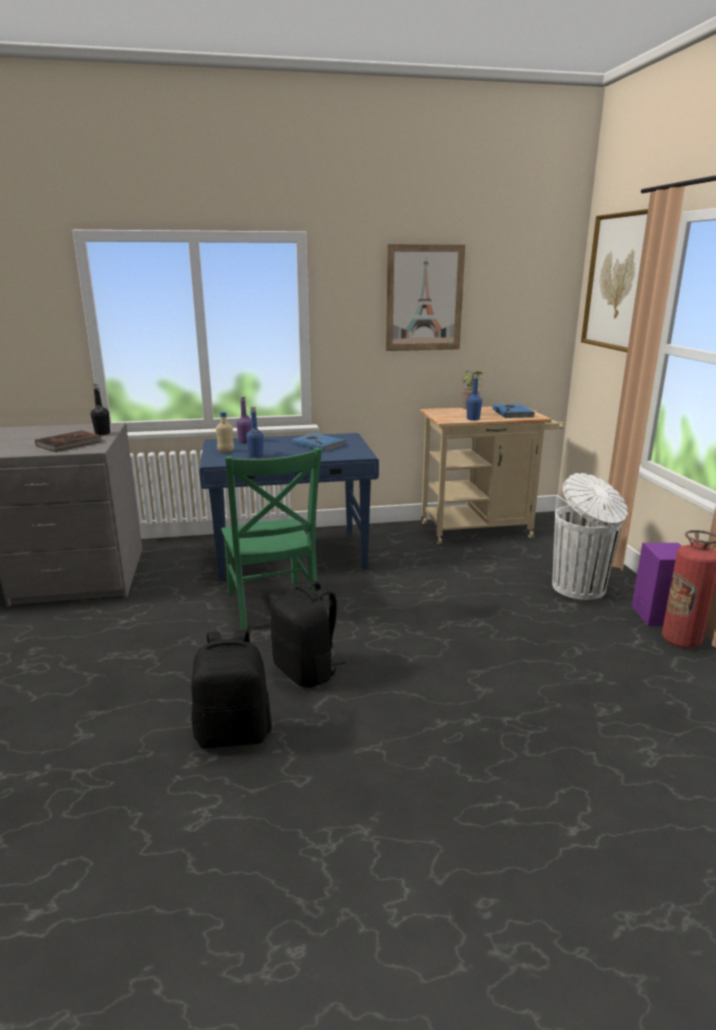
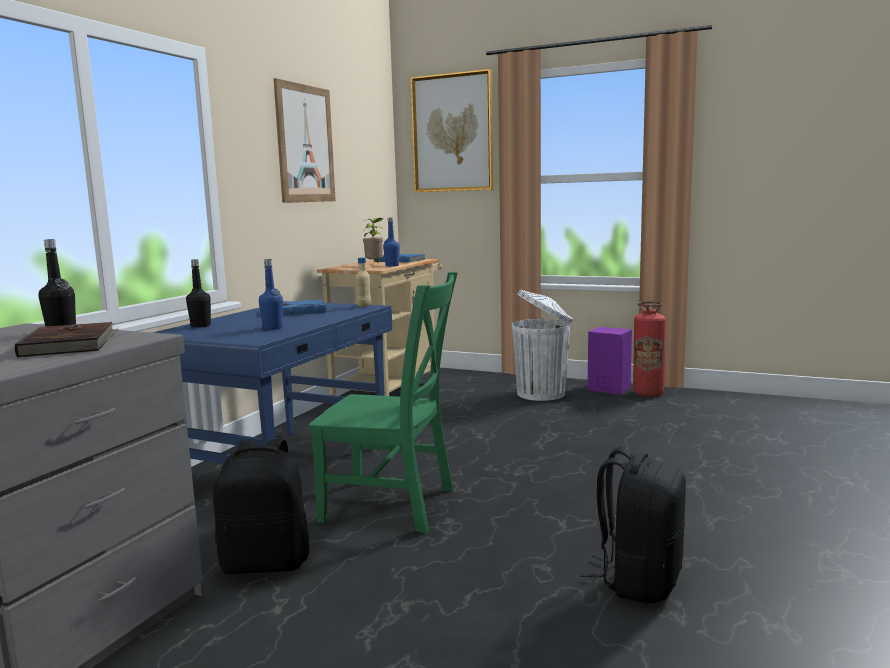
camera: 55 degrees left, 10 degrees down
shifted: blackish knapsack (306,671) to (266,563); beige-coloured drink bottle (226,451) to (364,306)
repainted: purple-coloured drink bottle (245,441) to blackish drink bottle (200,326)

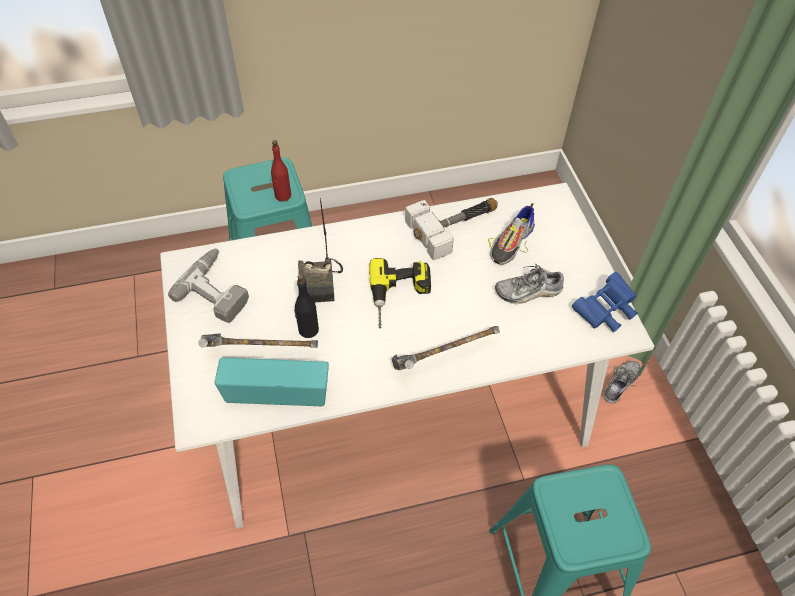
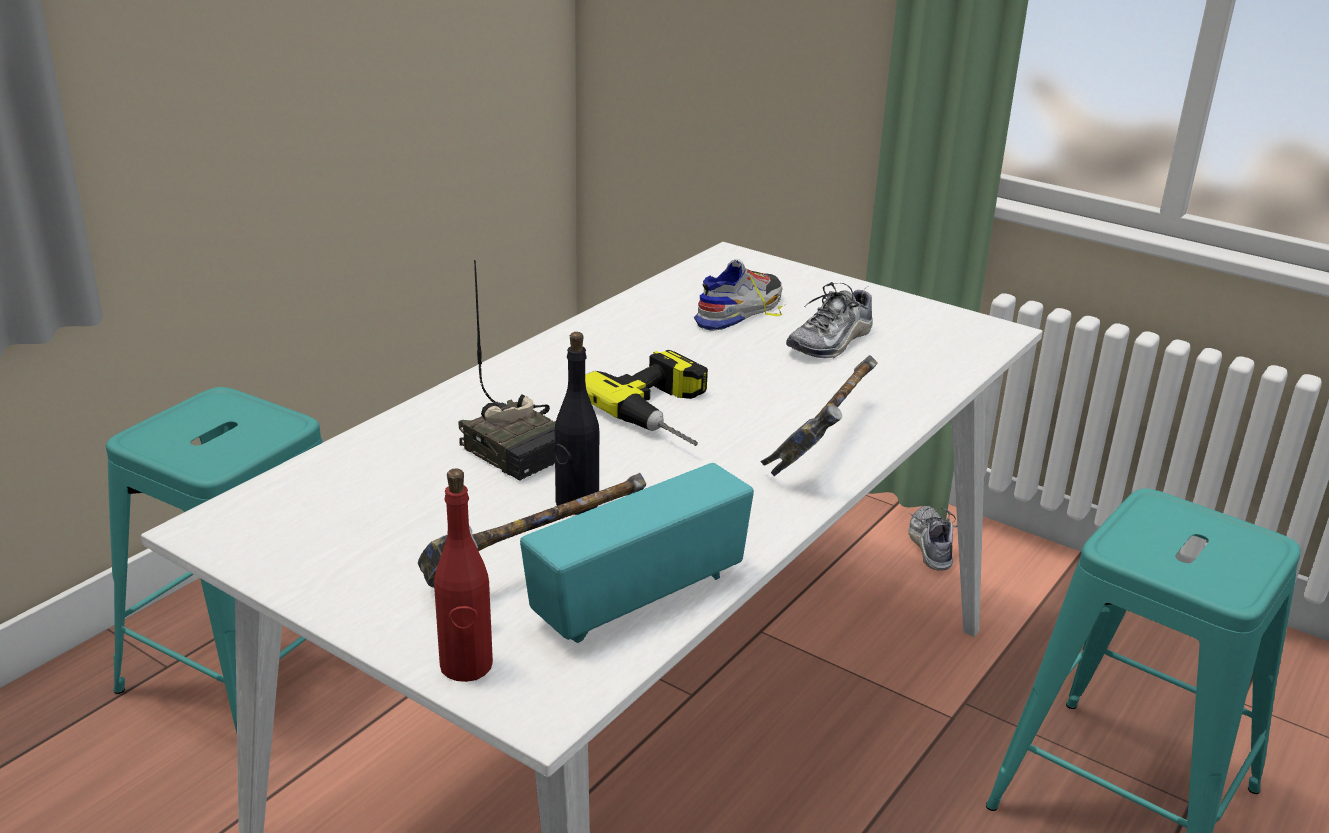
camera: 40 degrees left, 25 degrees down
gone: drill (218,289); tool hammer (455,226); bluish pair of binoculars (605,311)
shifted: red drink bottle (282,196) to (466,666)
rotated: item of footwear (511,243) = (739,310) 135 degrees counterclockwise

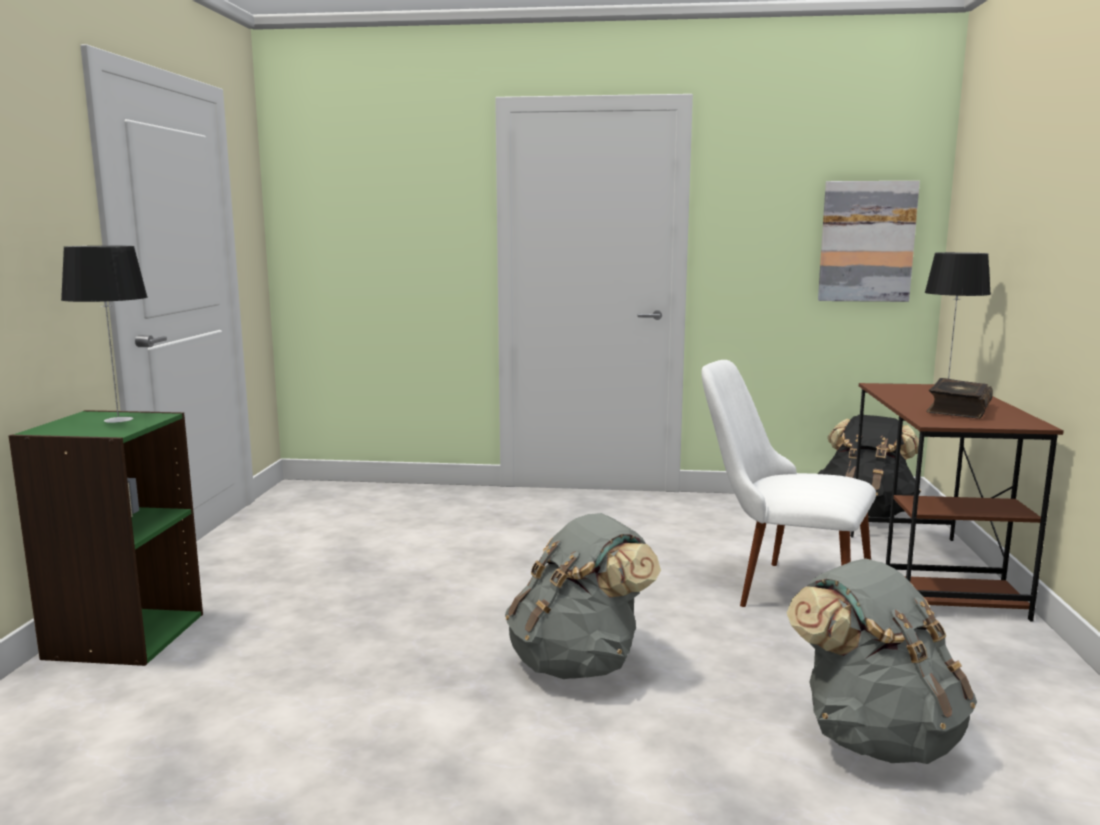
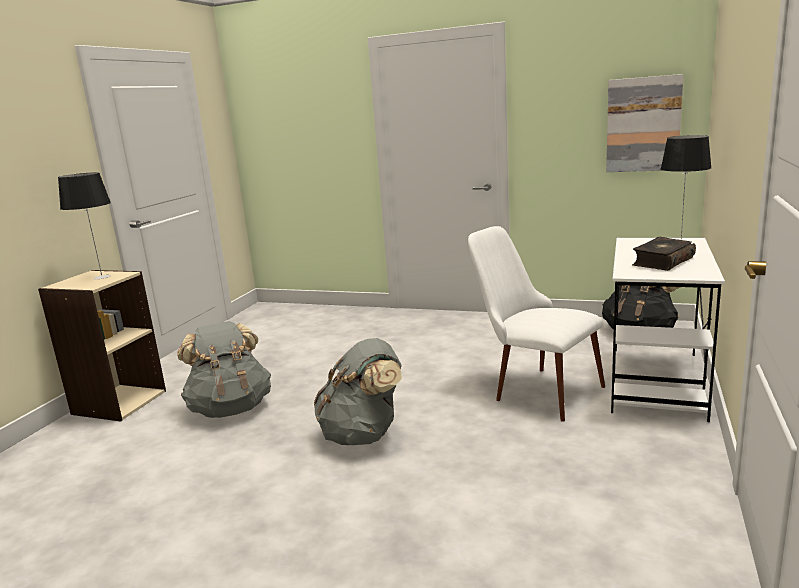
camera: 15 degrees right, 5 degrees up
shifted: grey knapsack (874,737) to (231,408)
repainted: green bookcase (124,635) to beige-coloured bookcase (119,402); brownish desk unit (931,574) to white desk unit (656,381)

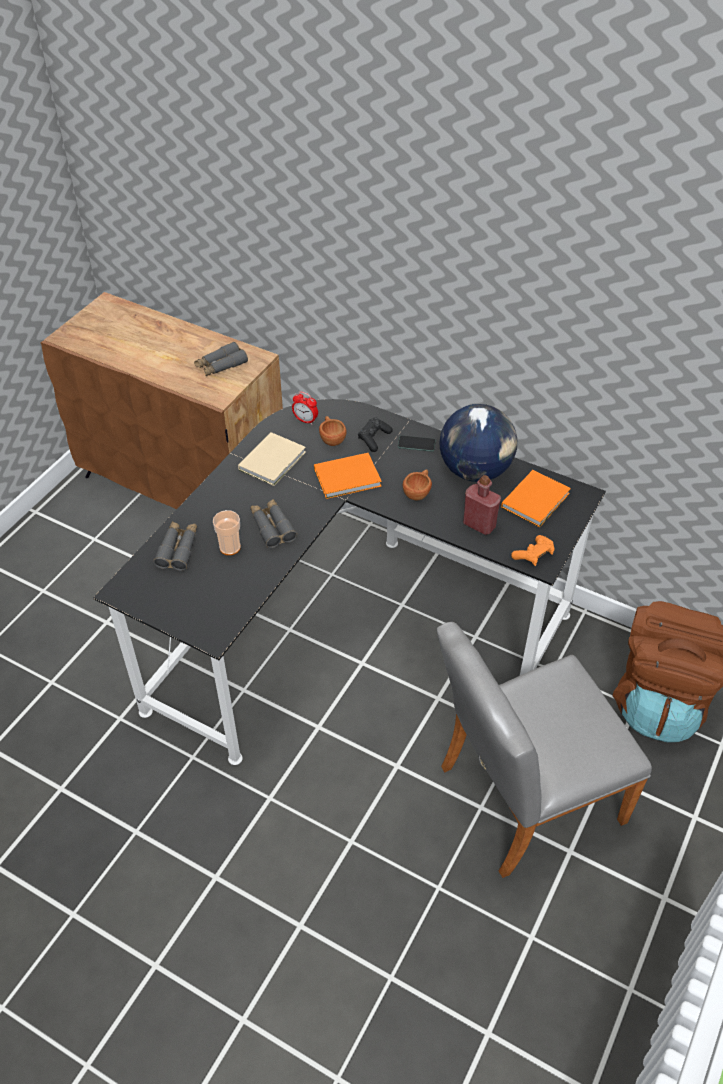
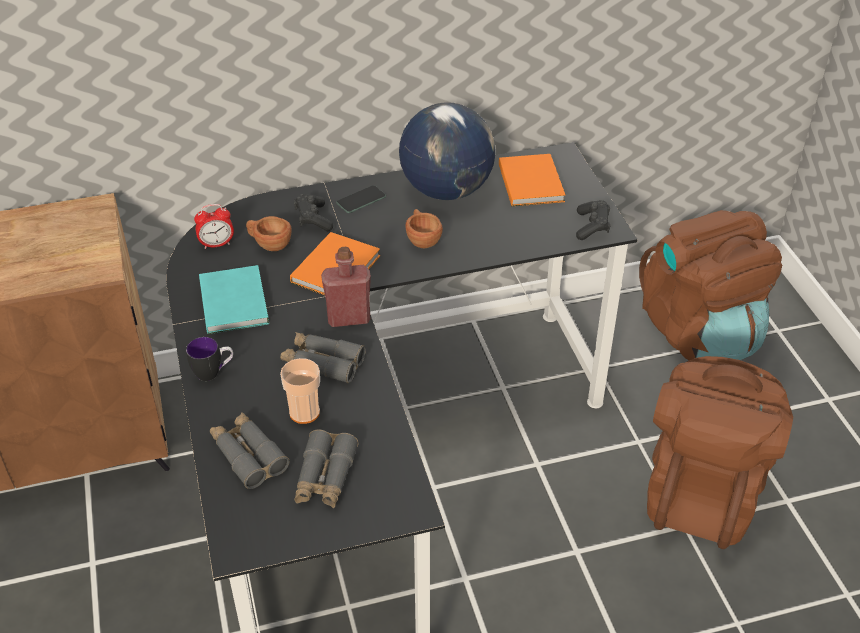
camera: 45 degrees left, 5 degrees down
new: tea mug (213,373)
shifted: grey pair of binoculars (221,365) to (325,477); red drink bottle (479,525) to (348,318)
swapped: grey upright chair (520,798) to brownish knapsack (702,491)
repainted: beige-coloured book (274,460) to blue-green book (235,300); orange gamepad (533,555) to blackish gamepad (592,227)

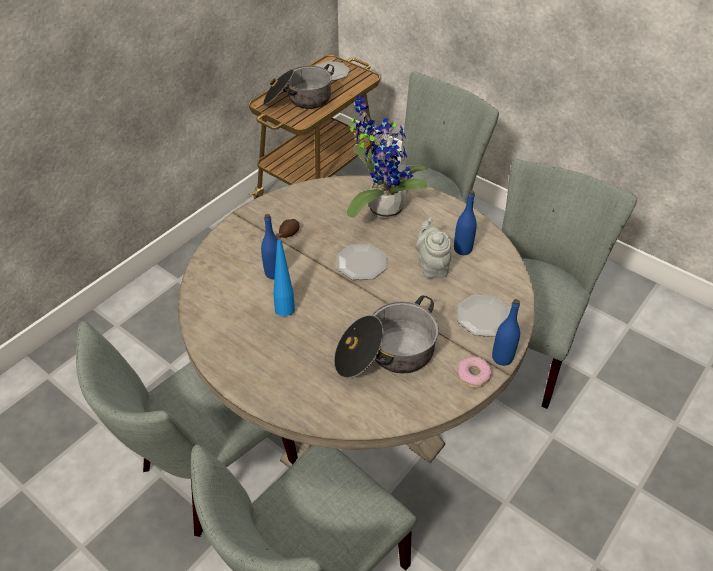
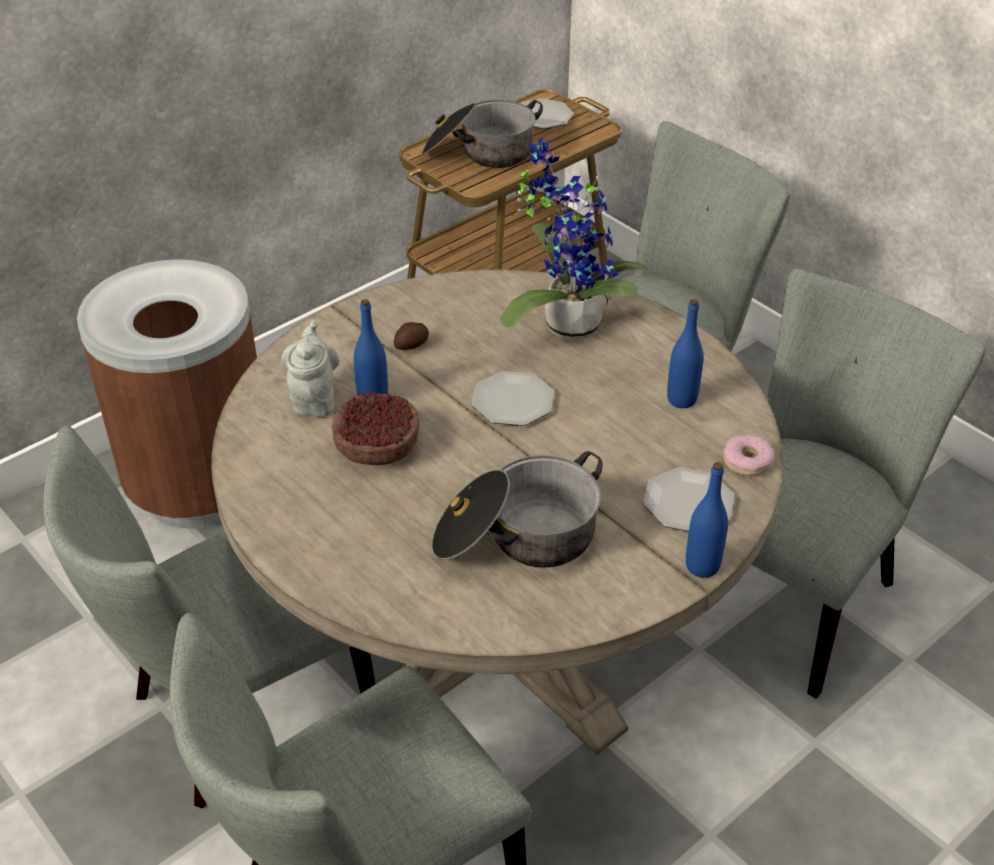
camera: 10 degrees right, 5 degrees down
new: brownish trash can (200,485)
shifted: grey pot for tea (432,266) to (314,399); donut (473,375) to (747,461)
swapped: bluish drink bottle (285,304) to serving bowl (378,446)

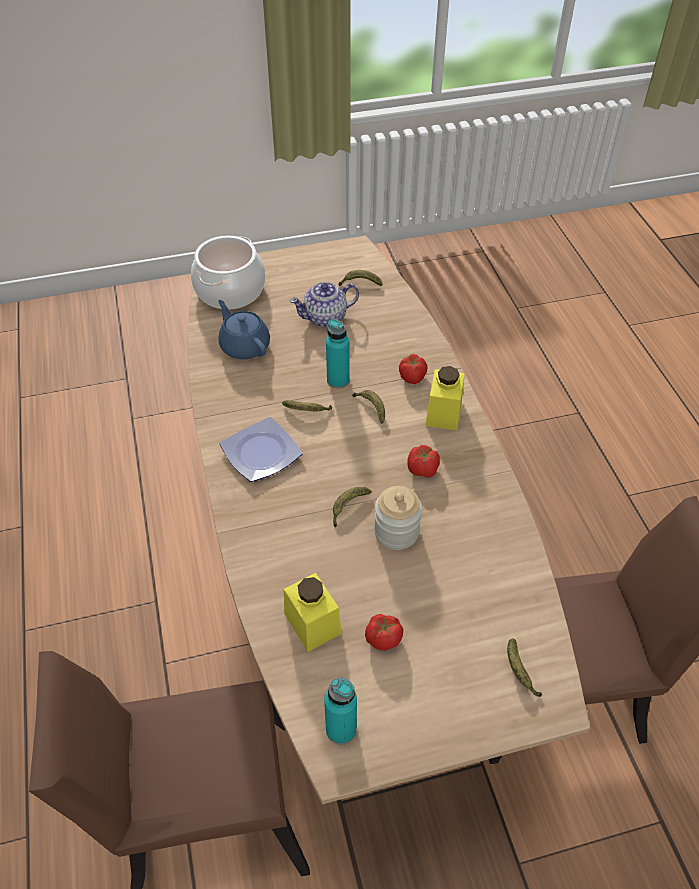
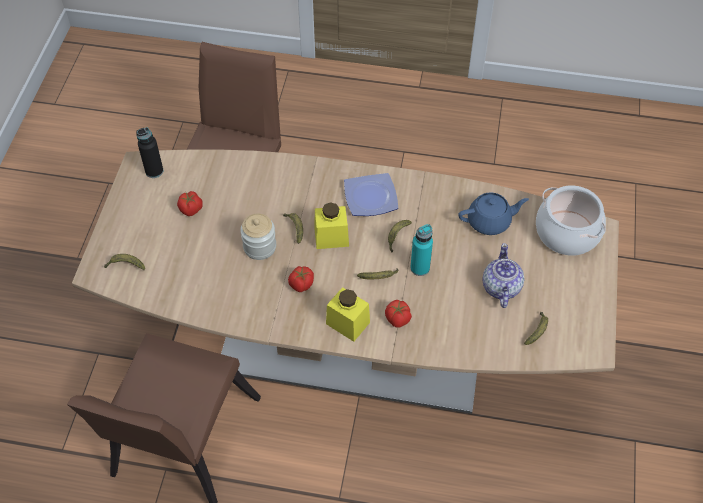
camera: 115 degrees right, 5 degrees up
shifted: yellow-coloured storage jar (312,623) to (331,237)
repainted: blue-green drink bottle (341,729) to blackish drink bottle (154,171)

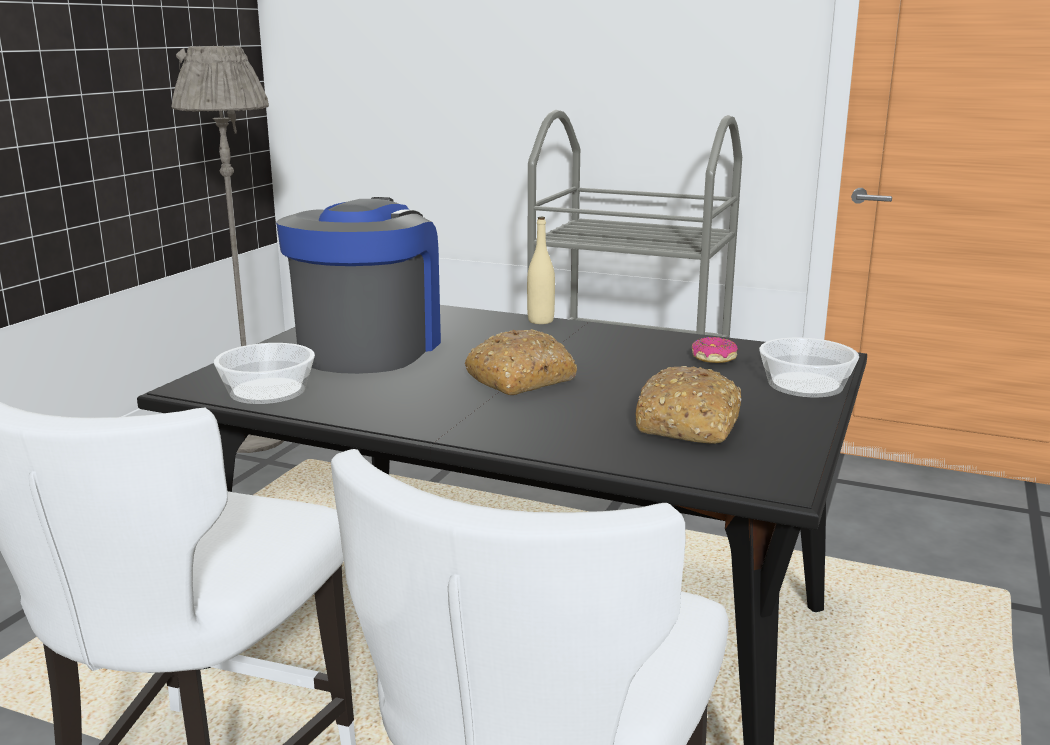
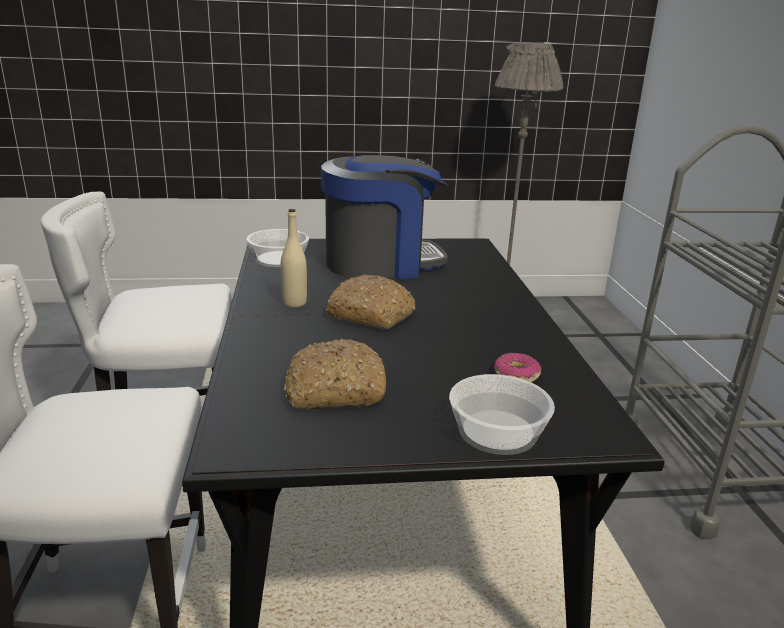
camera: 60 degrees right, 5 degrees up
shifted: beige-coloured drink bottle (540,321) to (294,303)

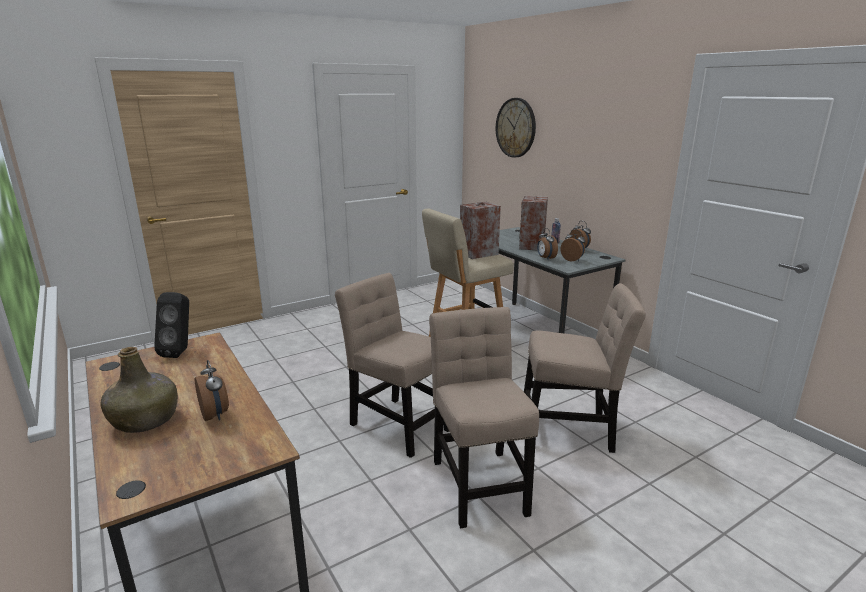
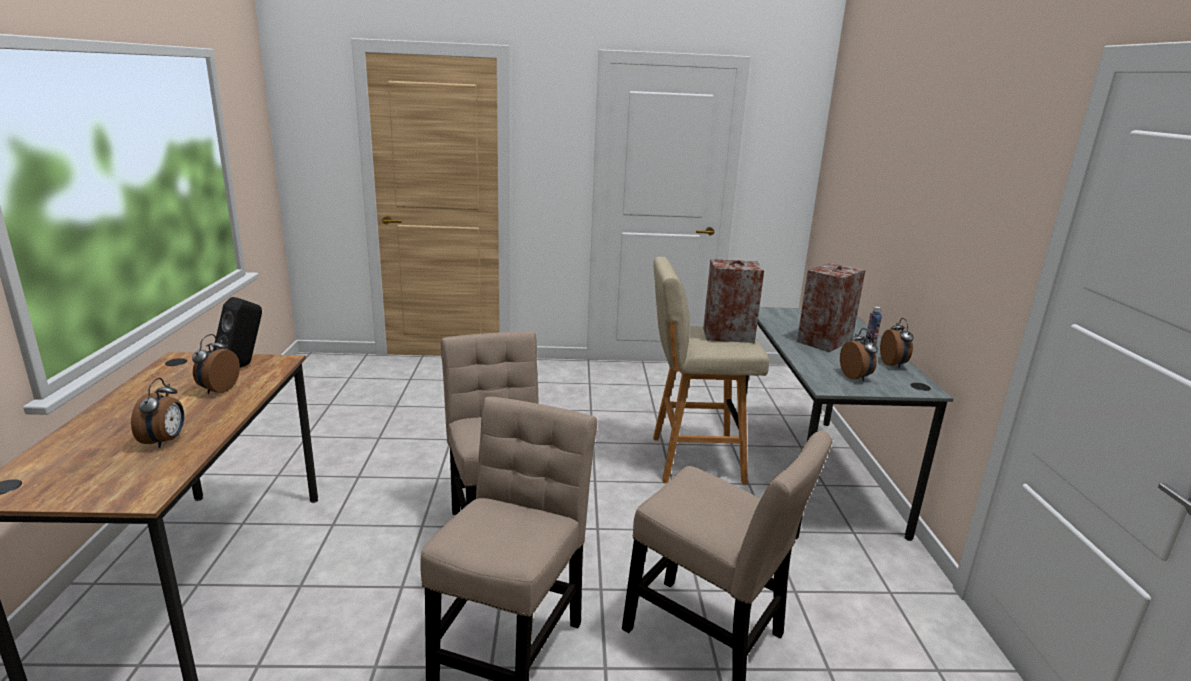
camera: 30 degrees right, 0 degrees up
gone: green drink bottle (145,419); wall clock (516,128)
shifted: alarm clock (545,258) to (218,389)

